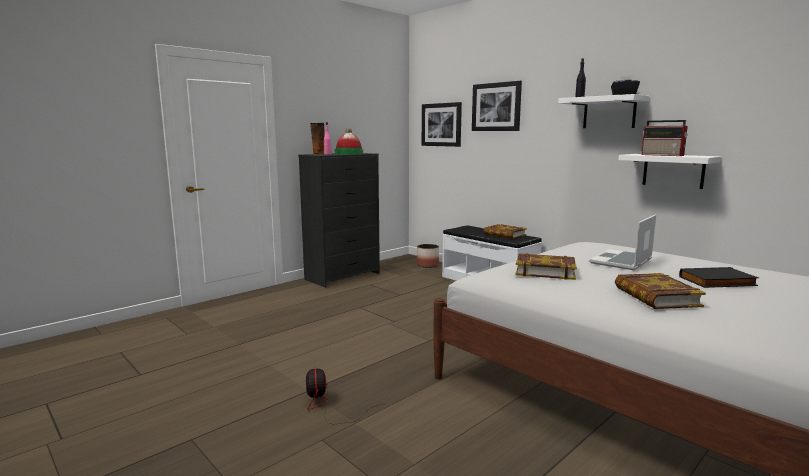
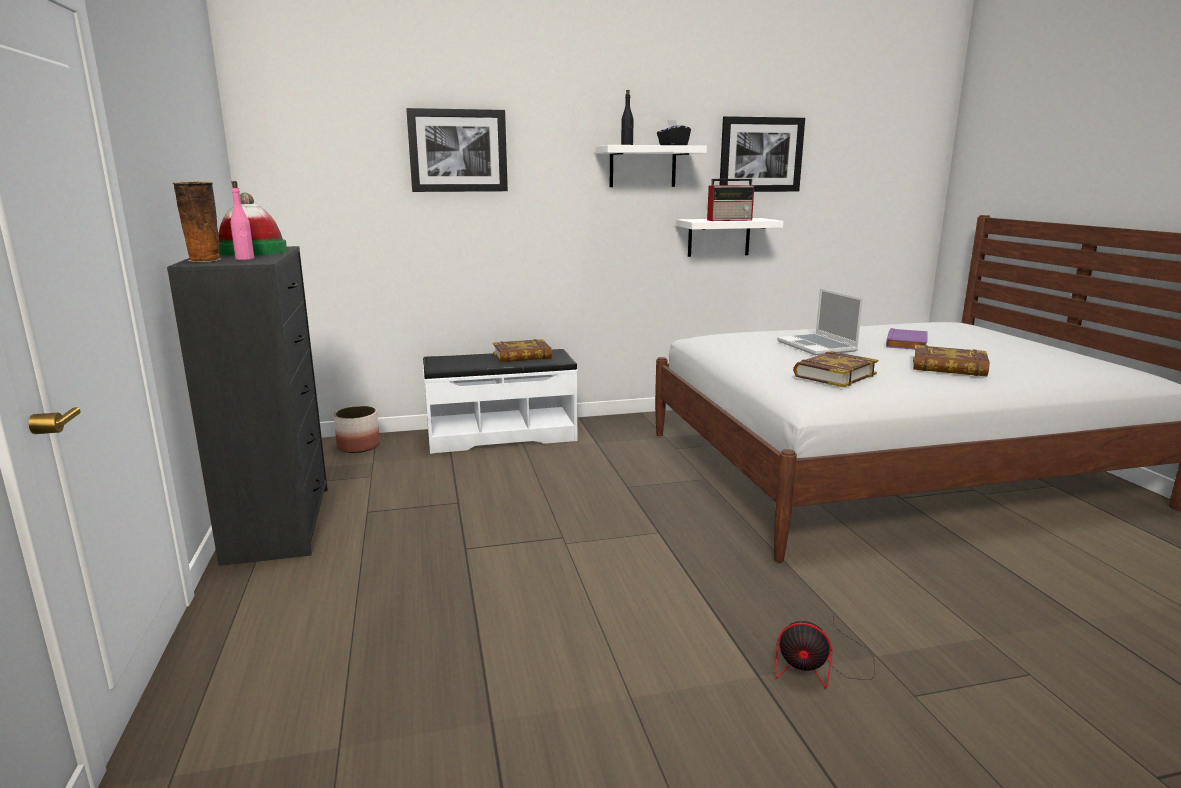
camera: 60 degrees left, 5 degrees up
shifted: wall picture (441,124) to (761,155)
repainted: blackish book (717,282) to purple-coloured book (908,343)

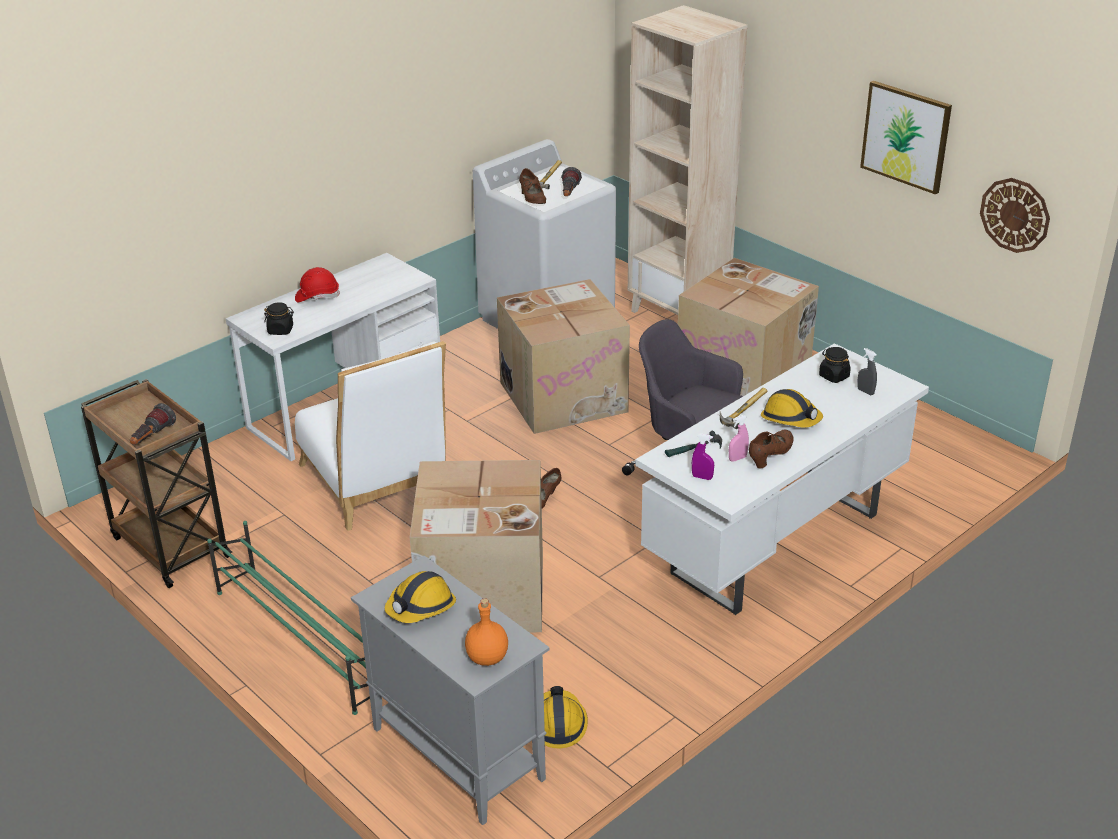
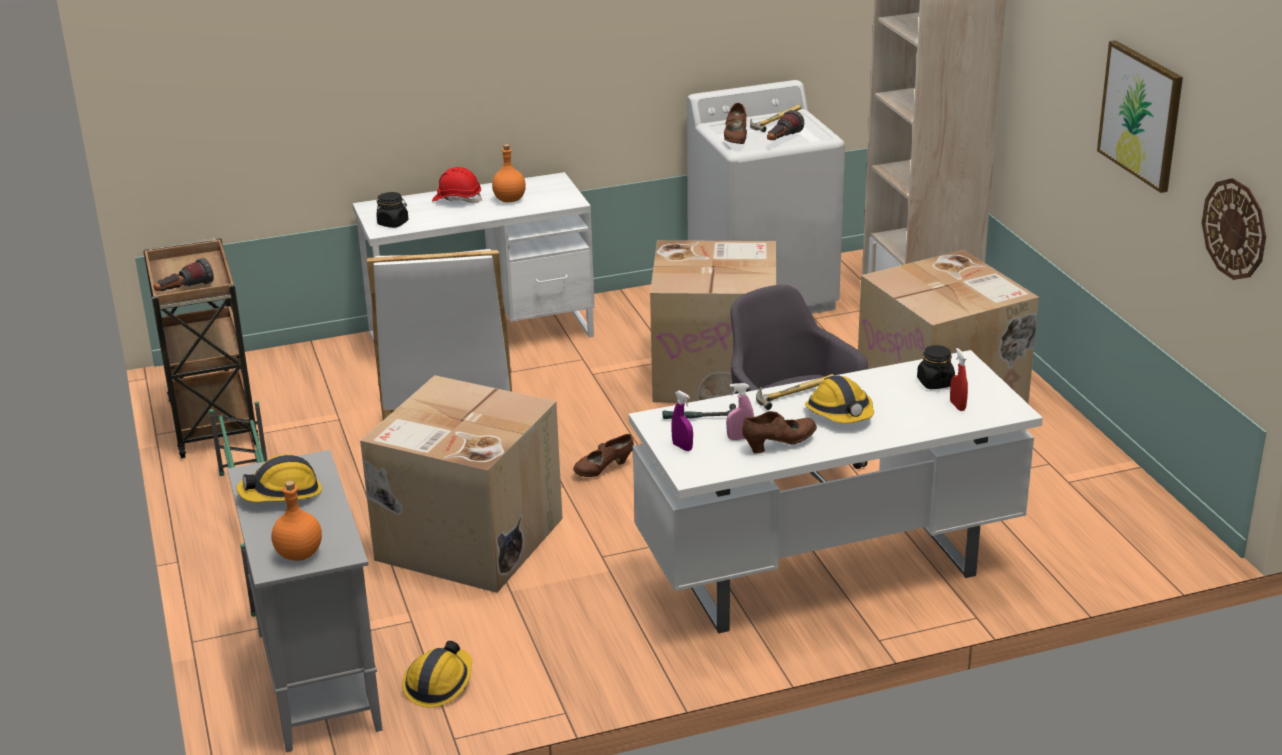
camera: 25 degrees right, 5 degrees down
new: orange drink bottle (509,200)
repainted: grey sprayer (865,392) to red sprayer (957,406)

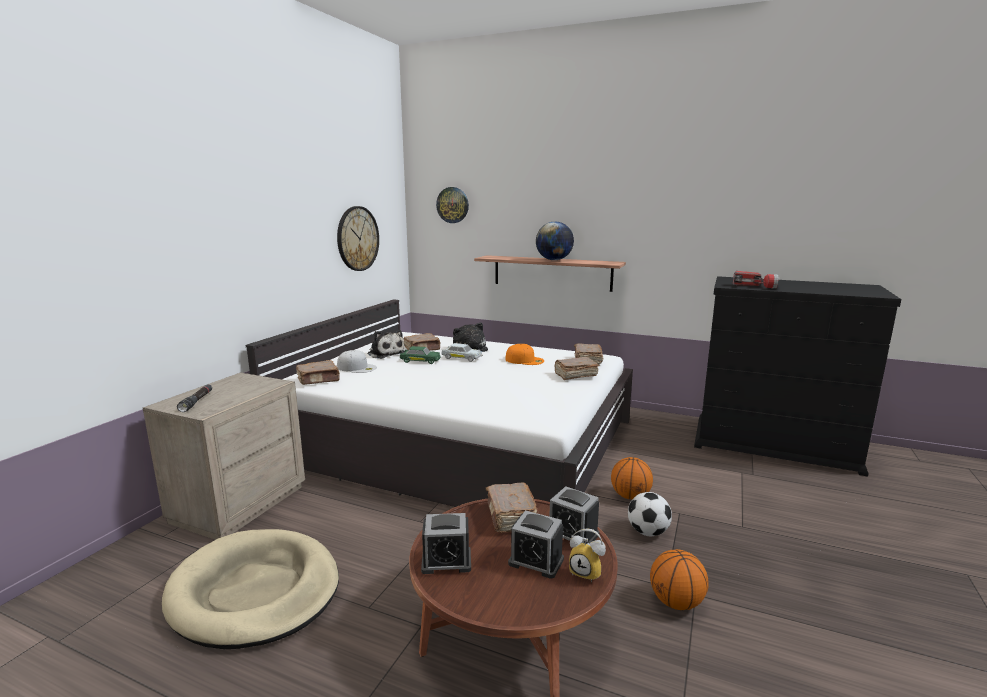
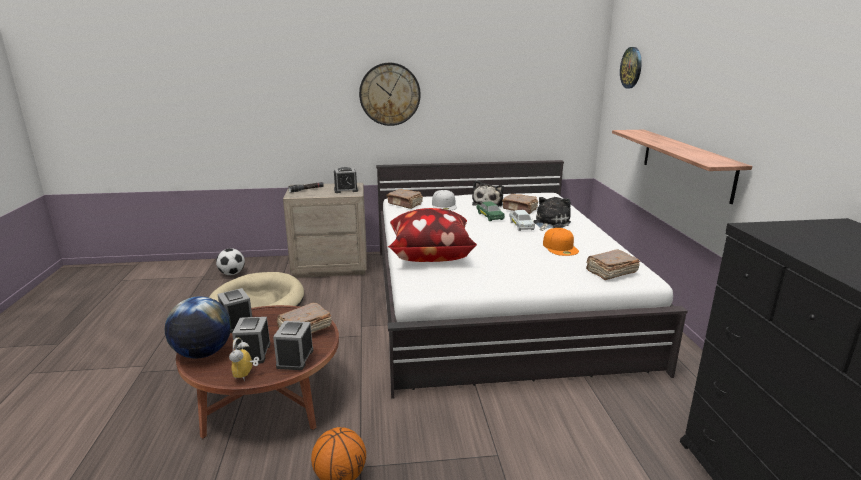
camera: 60 degrees right, 5 degrees up
gone: brownish book (575,375); basketball (630,496); hand torch (754,286)
new: alarm clock (346,190); cushion (429,256)
shifted: world globe (554,260) to (203,353); football (647,532) to (232,274); wall clock (357,238) to (389,94)

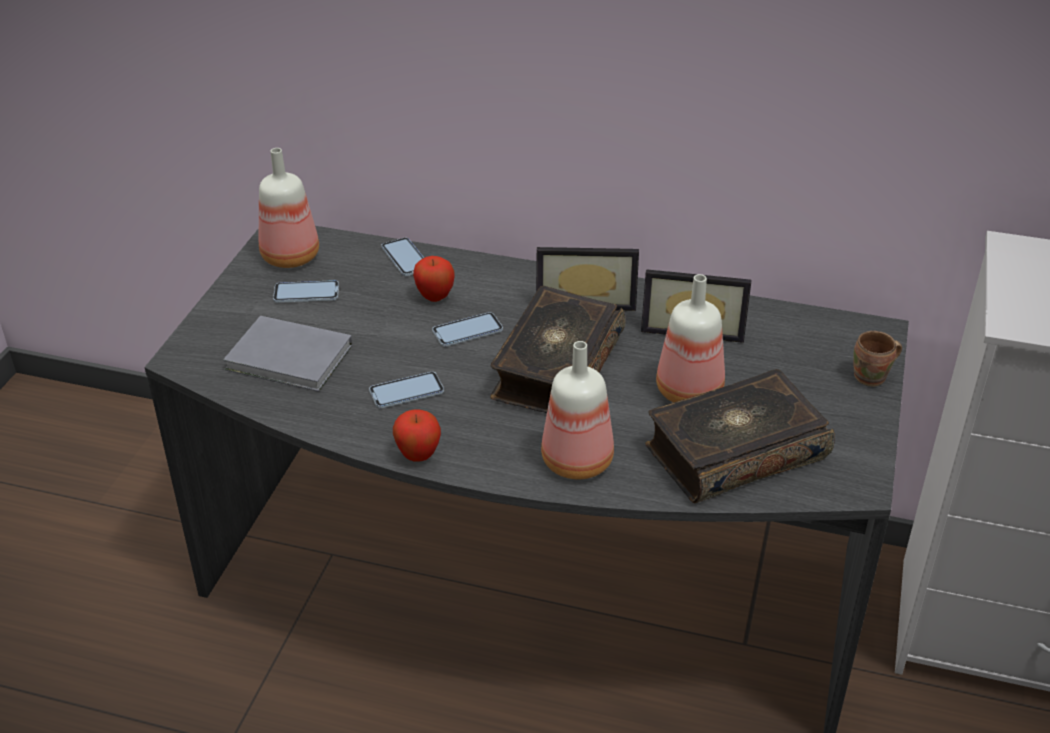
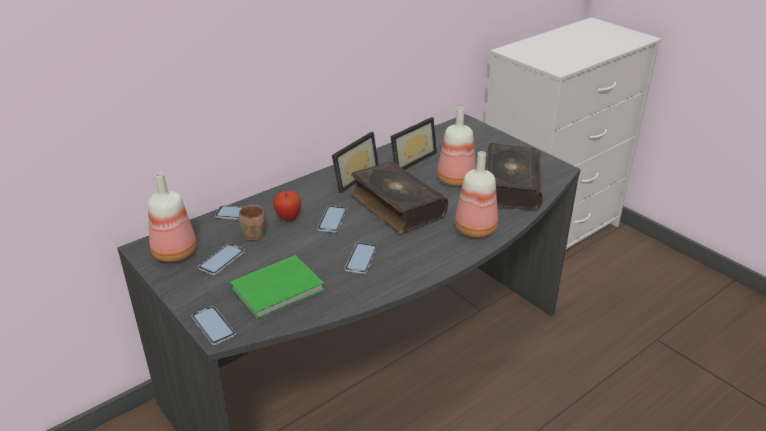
camera: 55 degrees left, 5 degrees down
gone: apple (418,456)
new: handset (213,326)
shifted: brownish tea mug (872,378) to (256,234)
repainted: grey book (291,359) to green book (280,289)

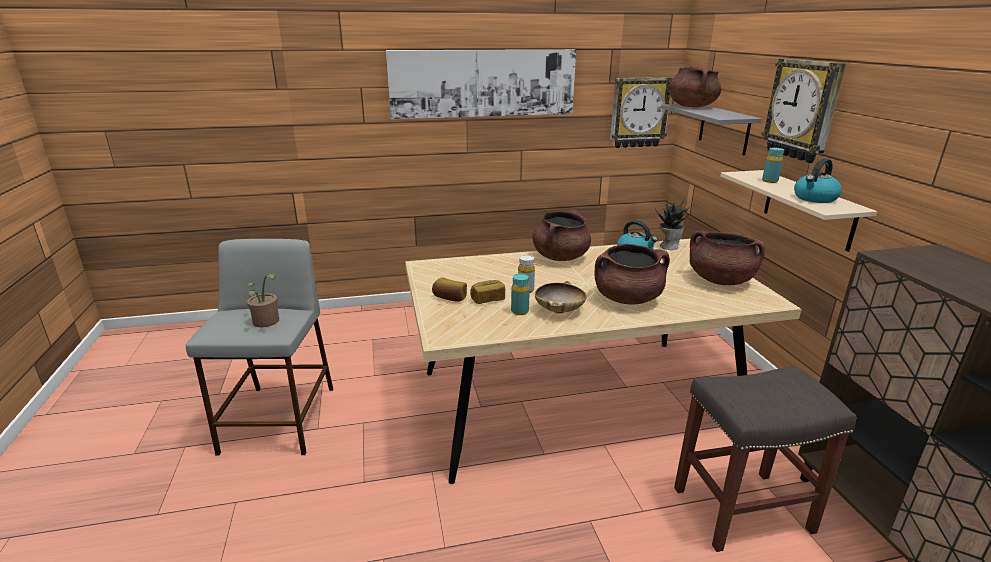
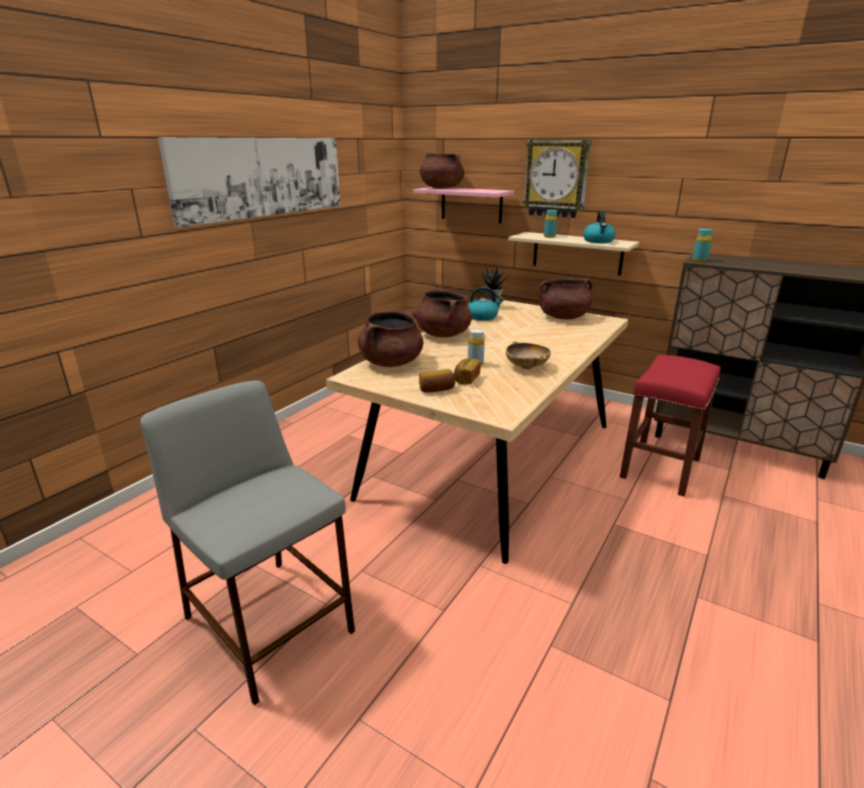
camera: 45 degrees left, 0 degrees up
gone: plant in a pot (266,323); wall clock (639,112)
shifted: brownish saucepot (627,298) to (391,363); blue-green drink bottle (519,311) to (699,260)
repainted: grey bracket shelf (724,129) to pink bracket shelf (471,204); grey sitting stool (741,510) to red sitting stool (660,469)

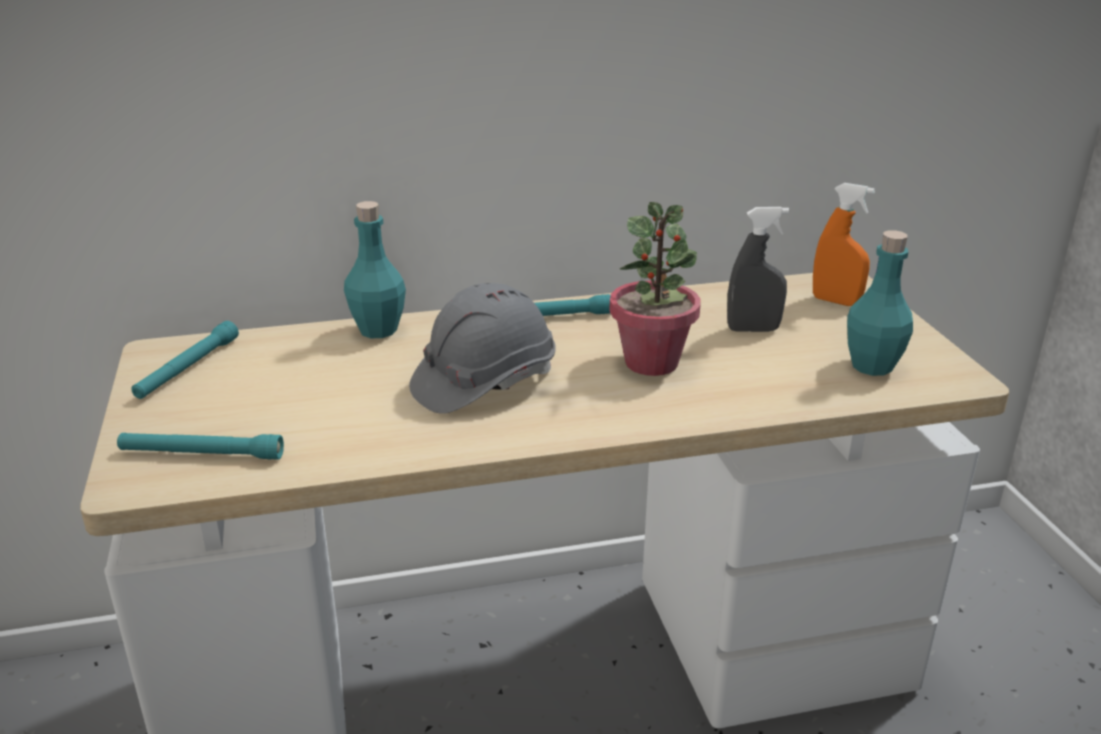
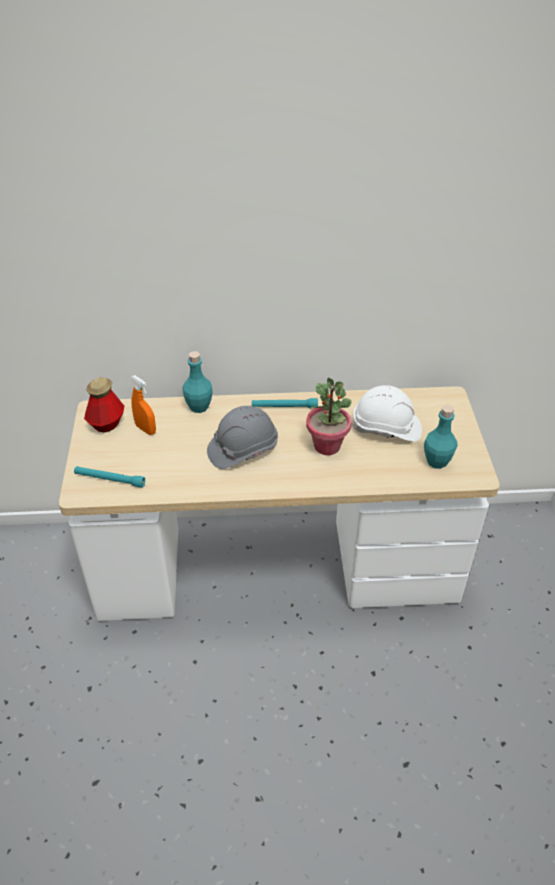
camera: 10 degrees right, 15 degrees up
shifted: orange sprayer (836,301) to (146,429)
swapped: blue-green hand torch (188,369) to drink bottle (106,424); grey sprayer (753,329) to white work helmet (386,428)

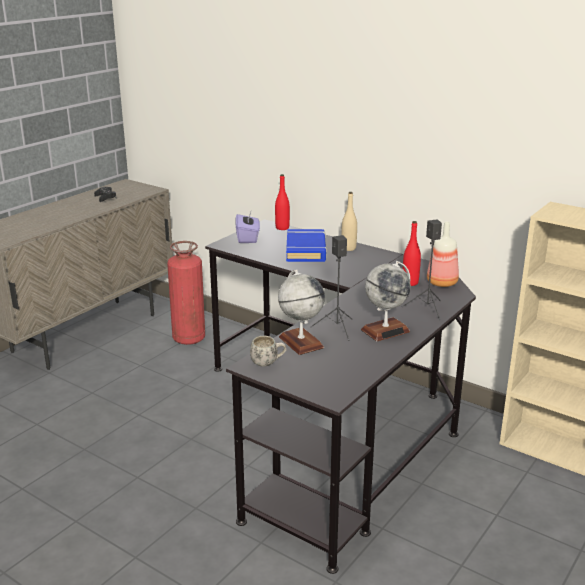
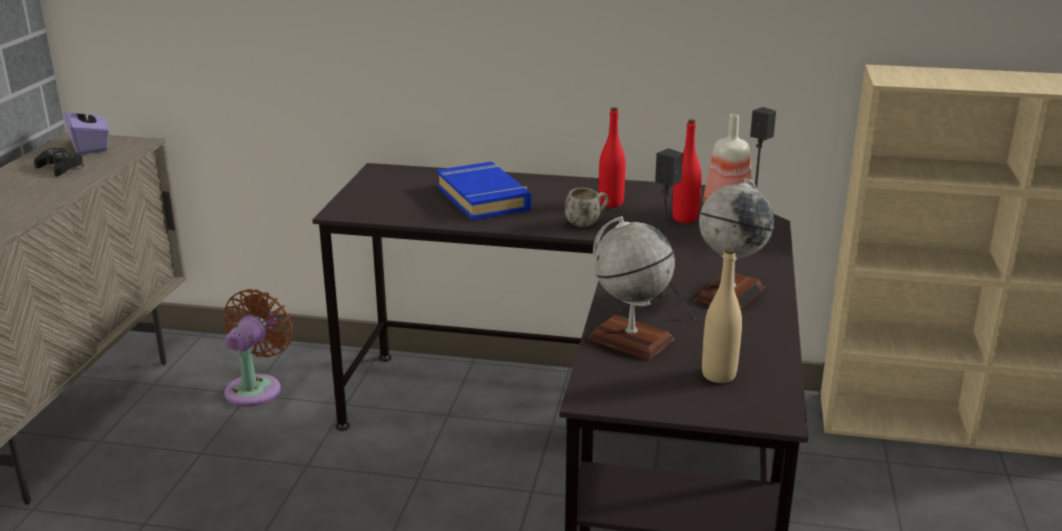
camera: 25 degrees left, 0 degrees up
shifted: purple-coloured tissue holder (248,238) to (91,146); white tea mug (268,363) to (587,223); red drink bottle (282,228) to (611,203); beige-coloured drink bottle (348,248) to (718,375)
swapped: extinguisher (189,338) to brownish fan (256,388)

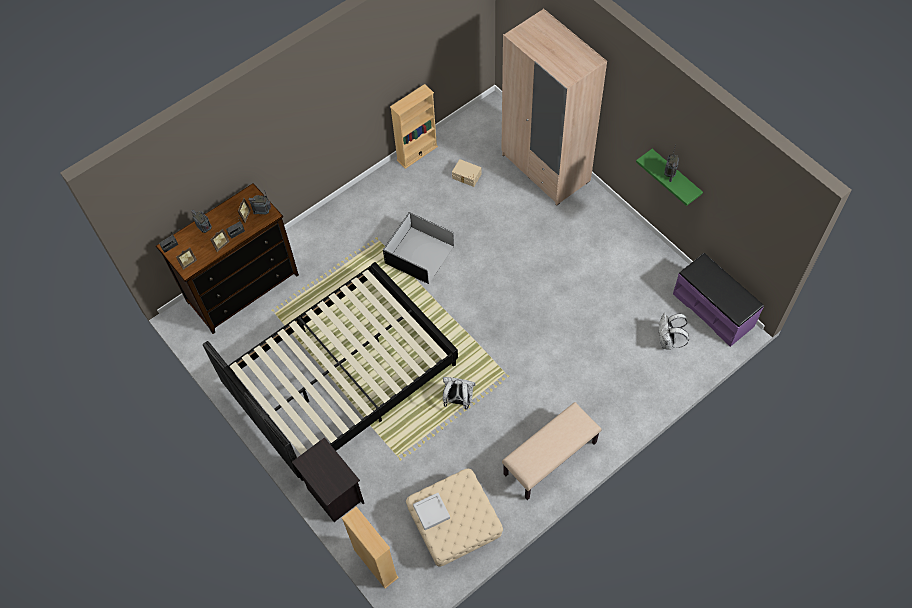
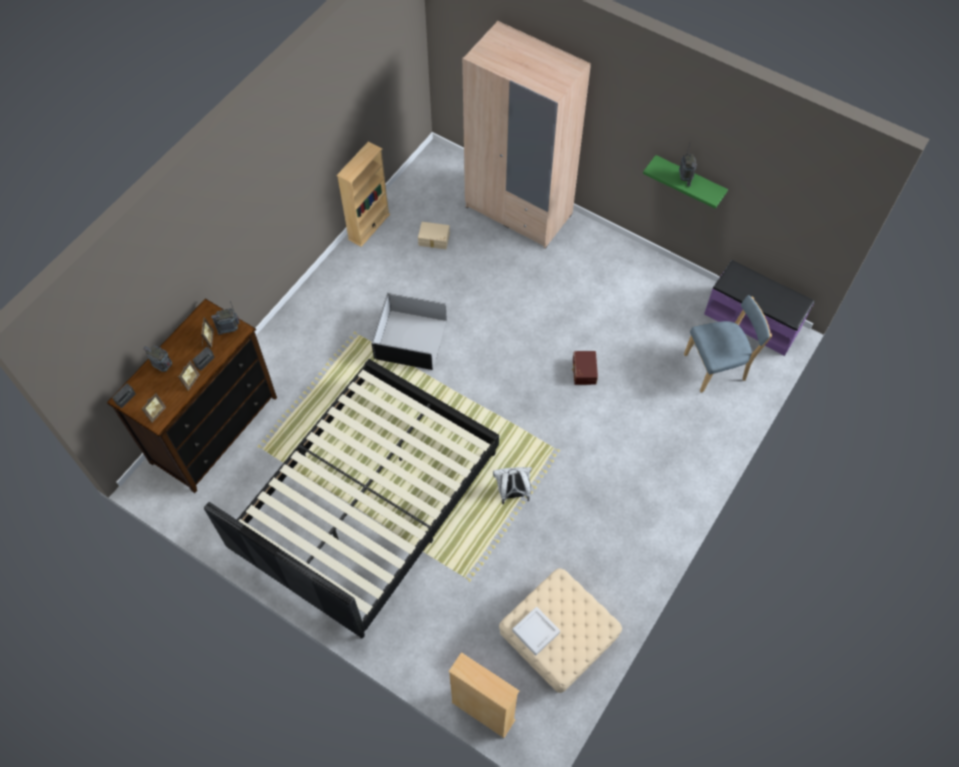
camera: 20 degrees left, 0 degrees up
gone: blackish bedside table (334,494); beige-coloured long seat (550,459)
new: brownish storage container (583,371)
swapped: white knapsack (668,341) to bluish upright chair (717,367)

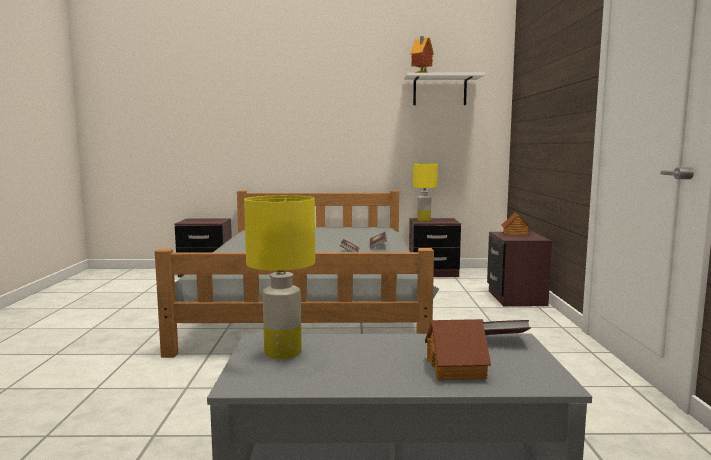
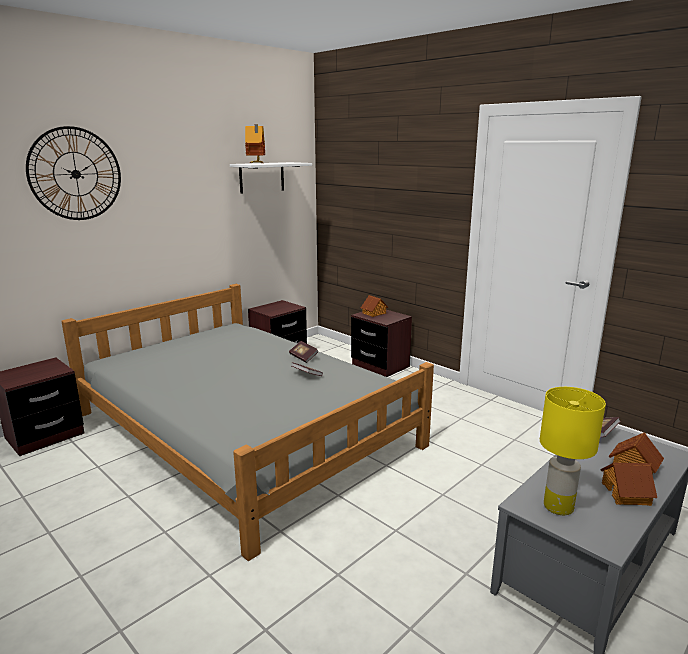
camera: 45 degrees left, 10 degrees up
gone: yellow-coloured table lamp (424,220)
new: wall clock (75,174); miniature house (626,493)

